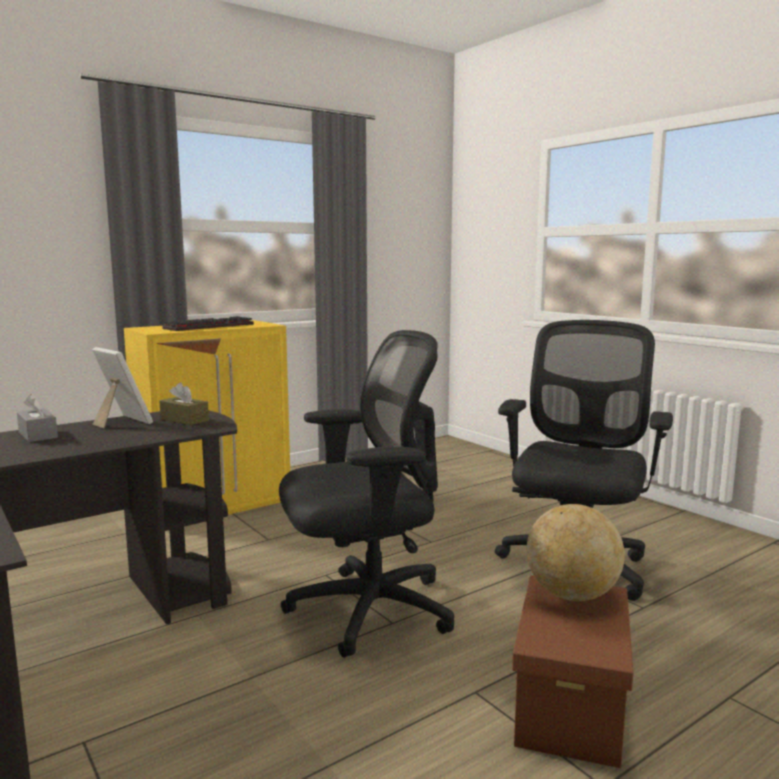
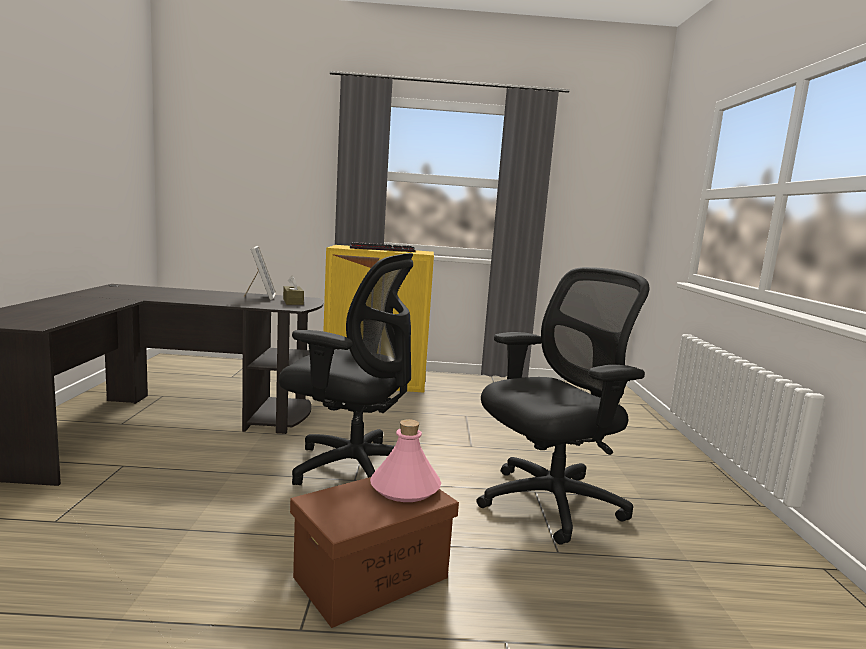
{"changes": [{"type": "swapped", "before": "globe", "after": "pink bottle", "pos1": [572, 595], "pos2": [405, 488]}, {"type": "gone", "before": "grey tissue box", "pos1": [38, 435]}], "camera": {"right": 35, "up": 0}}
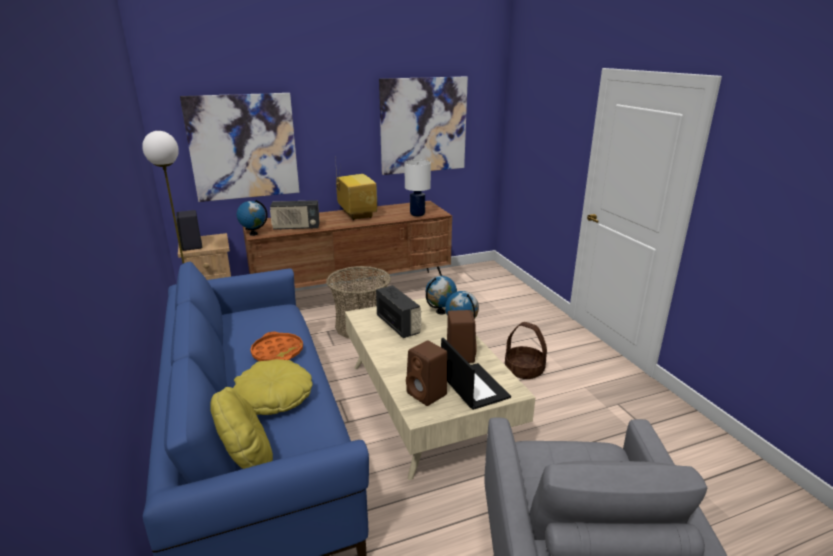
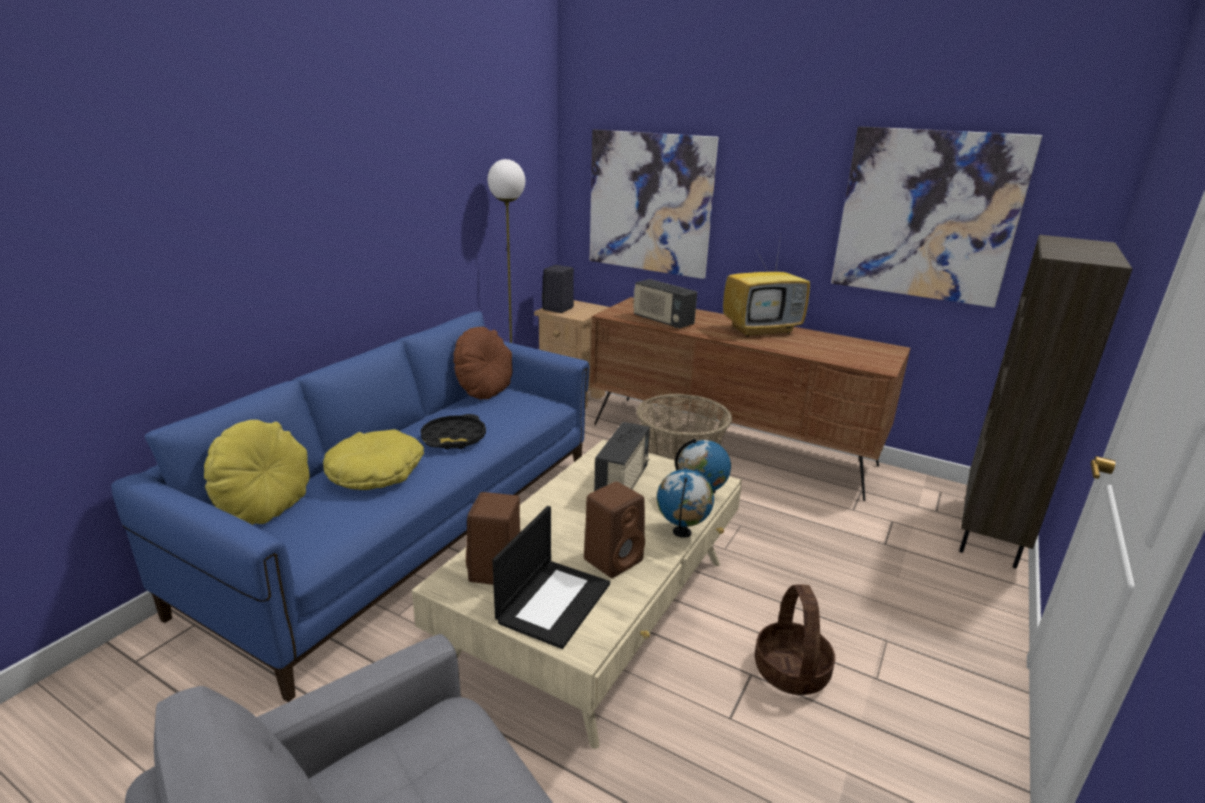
{"changes": [{"type": "repainted", "before": "orange tray", "after": "black tray", "pos1": [277, 352], "pos2": [454, 438]}, {"type": "new", "after": "brown pillow", "pos2": [485, 393]}, {"type": "rotated", "before": "television", "pos1": [356, 214], "pos2": [762, 330], "turn": 45}, {"type": "new", "after": "brown bookcase", "pos2": [991, 534]}, {"type": "gone", "before": "globe", "pos1": [253, 234]}, {"type": "gone", "before": "white table lamp", "pos1": [417, 215]}], "camera": {"right": 50, "up": 0}}
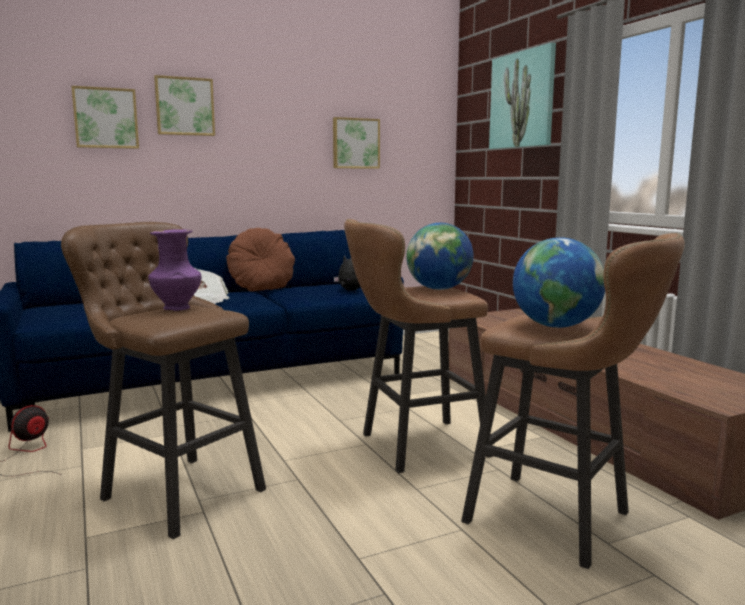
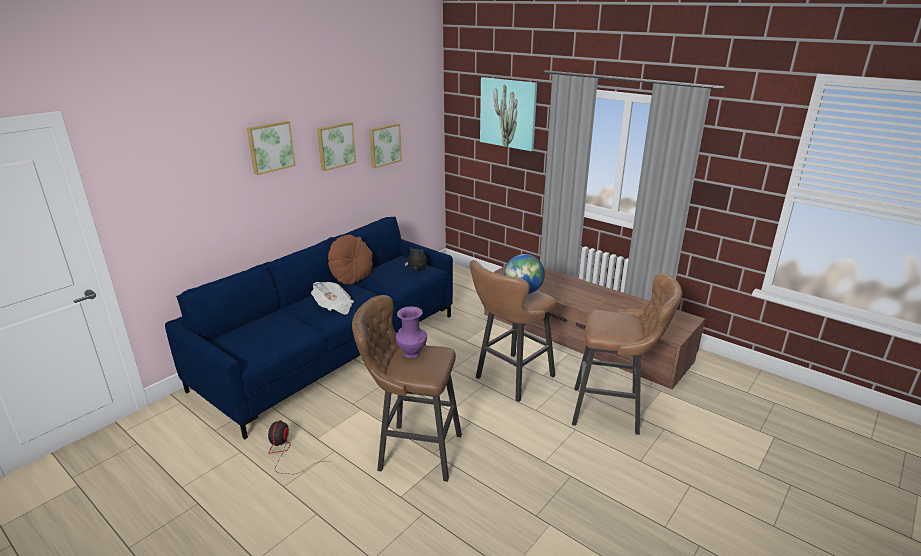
{"changes": [{"type": "shifted", "before": "picture", "pos1": [105, 118], "pos2": [335, 145]}, {"type": "gone", "before": "globe", "pos1": [555, 326]}], "camera": {"right": -25, "up": 15}}
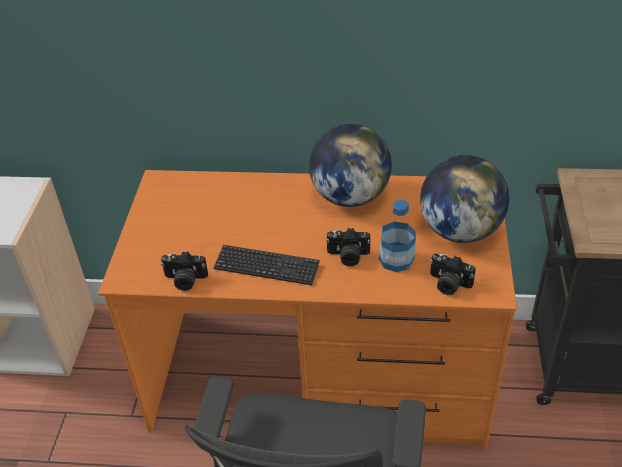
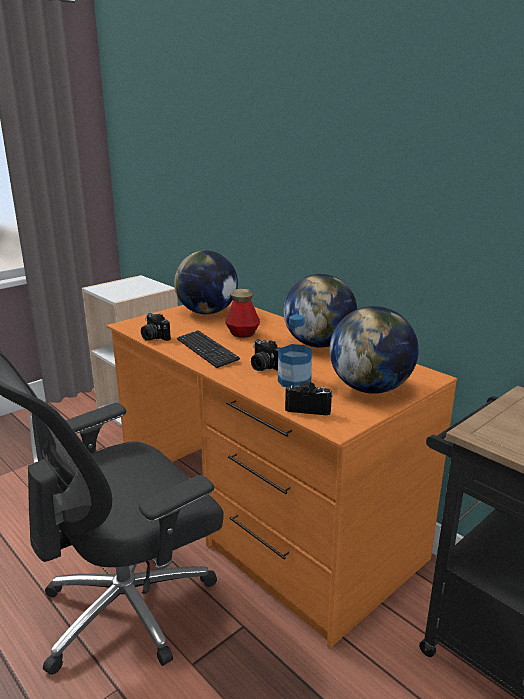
{"changes": [{"type": "new", "after": "globe", "pos2": [207, 312]}, {"type": "new", "after": "bottle", "pos2": [242, 334]}, {"type": "rotated", "before": "photo camera", "pos1": [448, 284], "pos2": [308, 408], "turn": 120}], "camera": {"right": 40, "up": -20}}
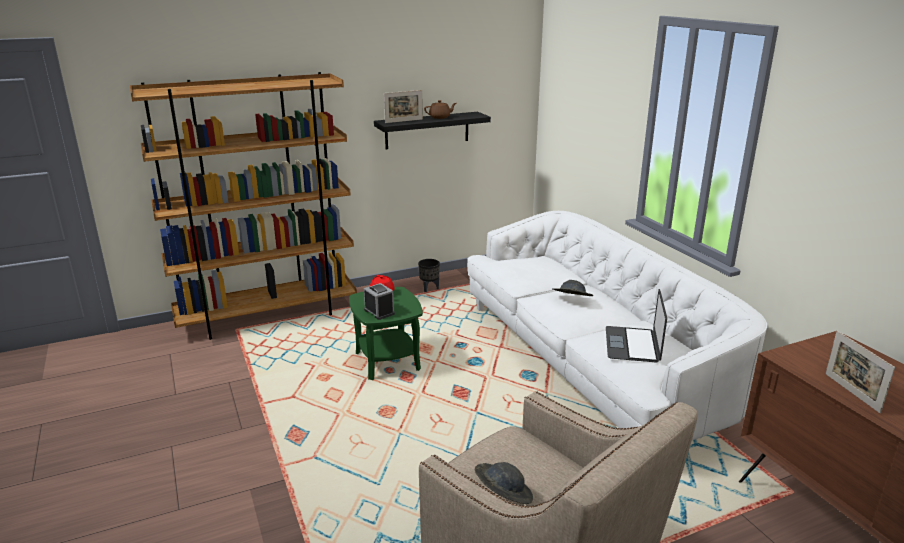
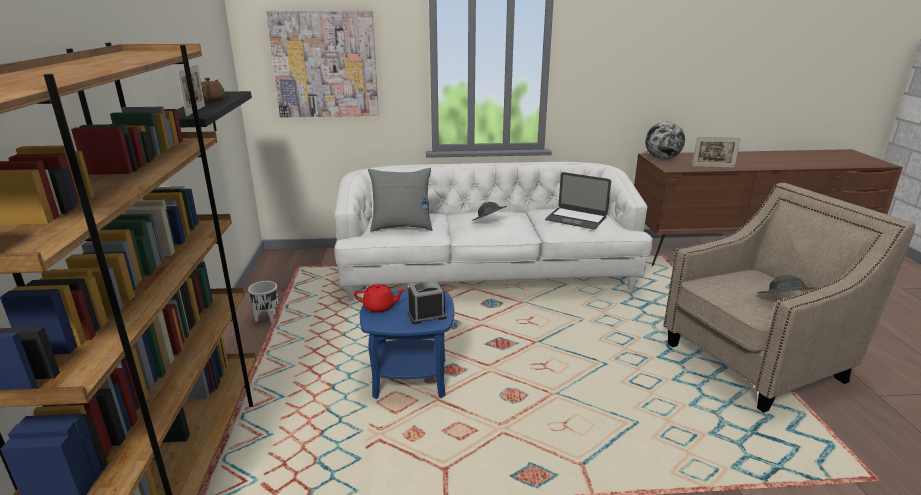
{"changes": [{"type": "repainted", "before": "black planter", "after": "white planter", "pos1": [429, 289], "pos2": [267, 319]}, {"type": "new", "after": "picture", "pos2": [325, 65]}, {"type": "repainted", "before": "green side table", "after": "blue side table", "pos1": [387, 361], "pos2": [410, 378]}, {"type": "new", "after": "grey pillow", "pos2": [401, 228]}, {"type": "new", "after": "globe", "pos2": [662, 159]}], "camera": {"right": -70, "up": 0}}
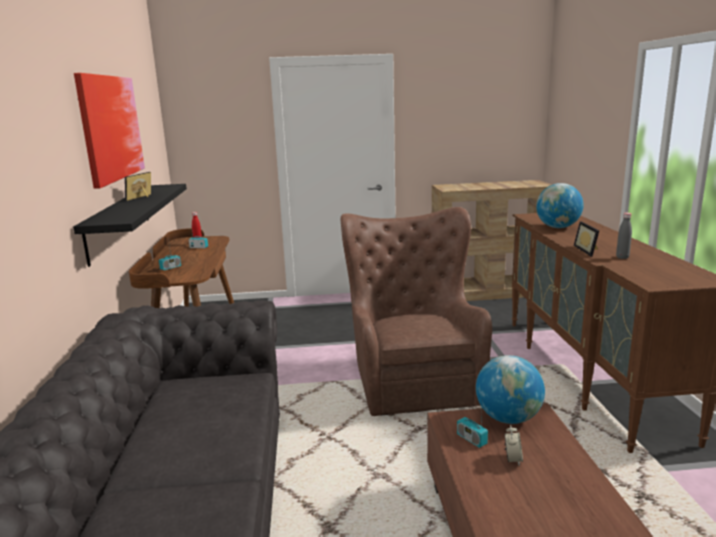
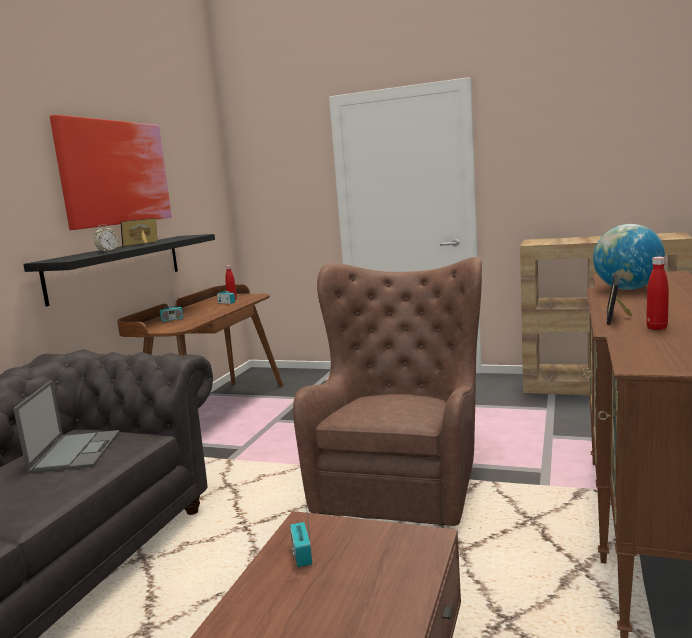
{"changes": [{"type": "new", "after": "laptop", "pos2": [76, 451]}, {"type": "shifted", "before": "alarm clock", "pos1": [513, 459], "pos2": [108, 251]}, {"type": "repainted", "before": "grey bottle", "after": "red bottle", "pos1": [622, 257], "pos2": [656, 328]}, {"type": "gone", "before": "globe", "pos1": [508, 418]}], "camera": {"right": 25, "up": -5}}
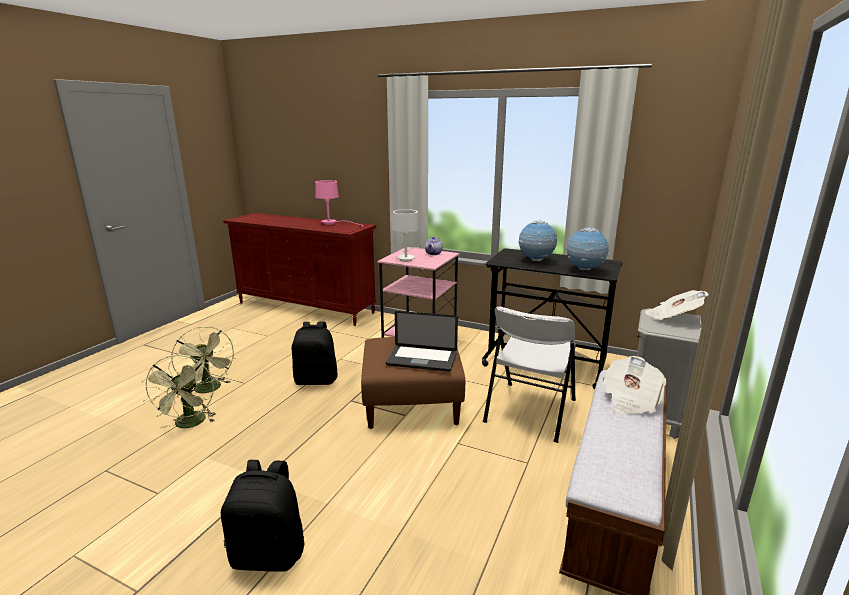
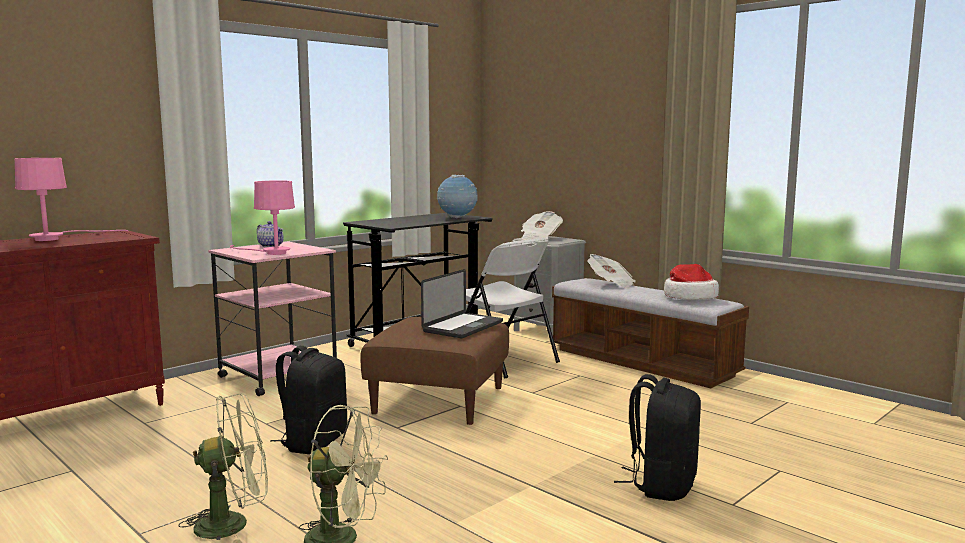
{"changes": [{"type": "repainted", "before": "white table lamp", "after": "pink table lamp", "pos1": [406, 258], "pos2": [269, 253]}, {"type": "new", "after": "hat", "pos2": [689, 297]}, {"type": "gone", "before": "globe", "pos1": [536, 260]}], "camera": {"right": -70, "up": -10}}
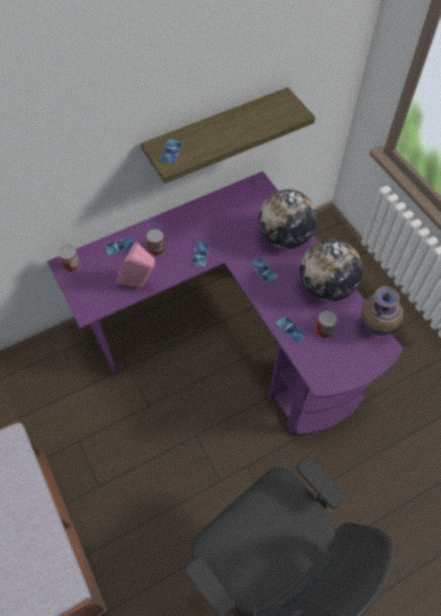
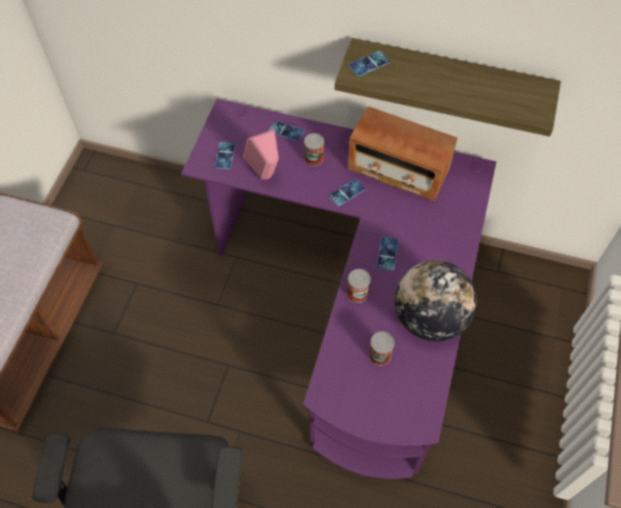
{"changes": [{"type": "shifted", "before": "phone", "pos1": [291, 329], "pos2": [225, 155]}, {"type": "shifted", "before": "can", "pos1": [72, 265], "pos2": [357, 293]}, {"type": "new", "after": "radio", "pos2": [398, 170]}, {"type": "gone", "before": "globe", "pos1": [285, 237]}, {"type": "gone", "before": "vase", "pos1": [374, 328]}], "camera": {"right": 45, "up": 0}}
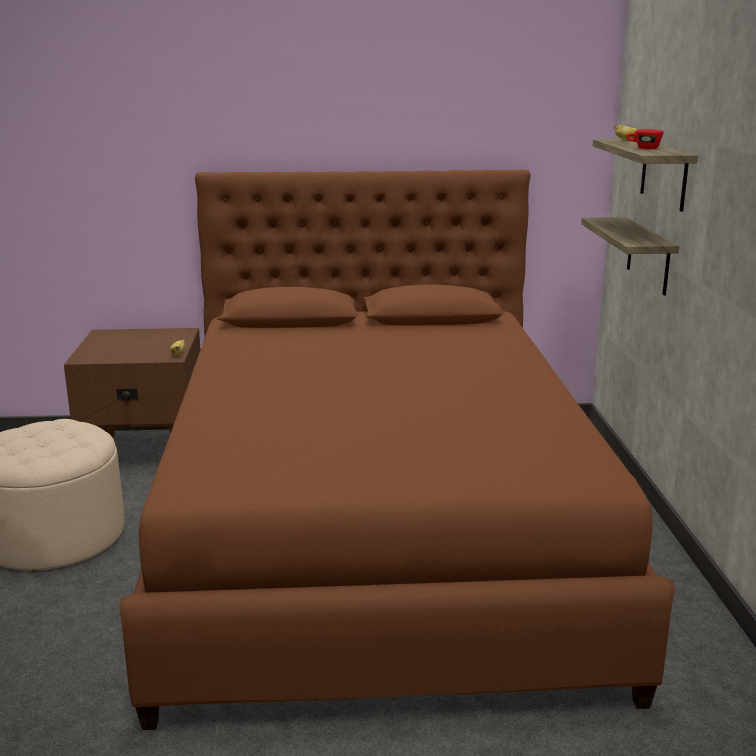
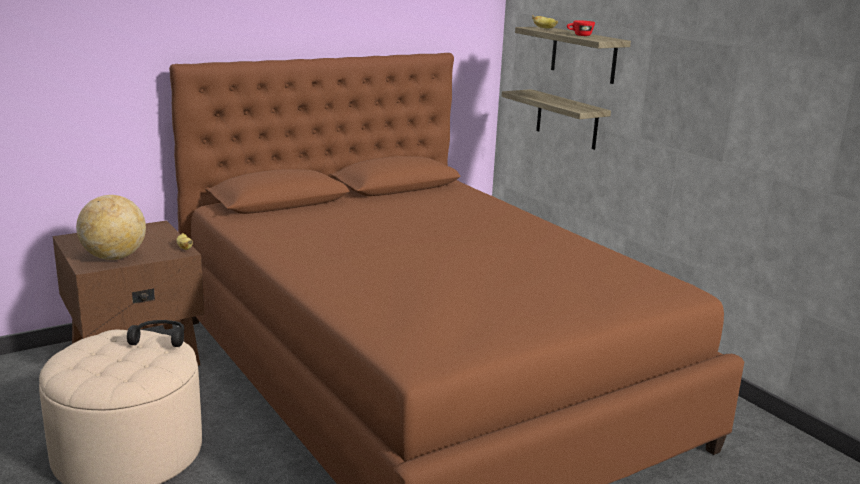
{"changes": [{"type": "new", "after": "globe", "pos2": [114, 257]}, {"type": "new", "after": "black headphones", "pos2": [159, 339]}], "camera": {"right": -30, "up": 0}}
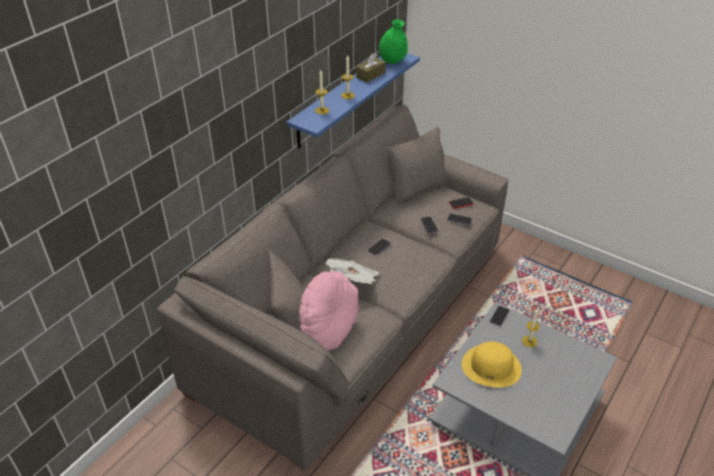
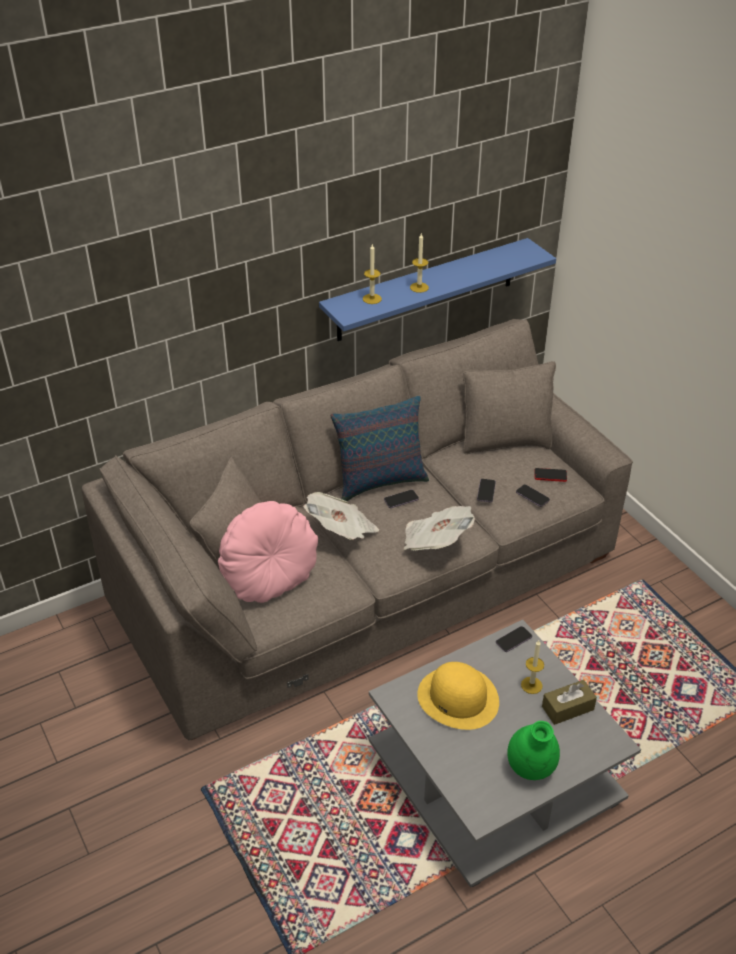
{"changes": [{"type": "new", "after": "blue pillow", "pos2": [381, 483]}, {"type": "new", "after": "newspaper", "pos2": [435, 541]}, {"type": "shifted", "before": "green vase", "pos1": [392, 61], "pos2": [530, 768]}, {"type": "shifted", "before": "brown tissue box", "pos1": [370, 75], "pos2": [567, 708]}], "camera": {"right": 25, "up": 0}}
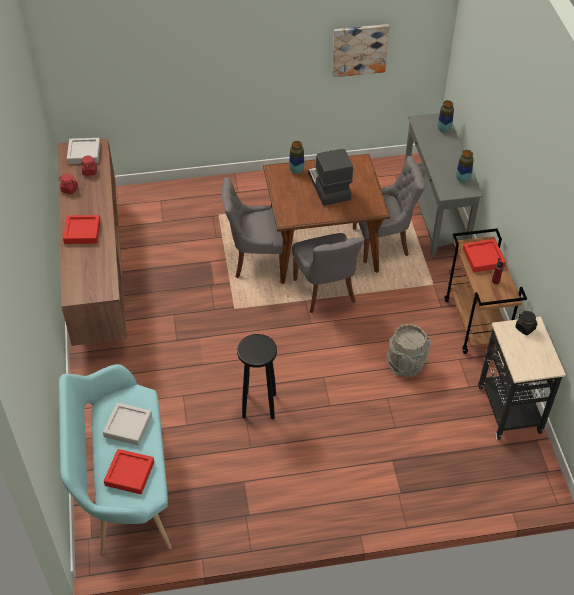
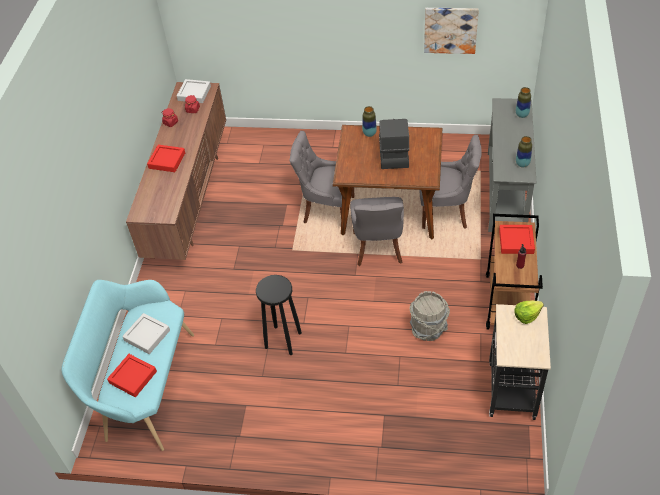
{"changes": [{"type": "swapped", "before": "black jar", "after": "lettuce", "pos1": [525, 328], "pos2": [527, 315]}], "camera": {"right": 20, "up": 0}}
